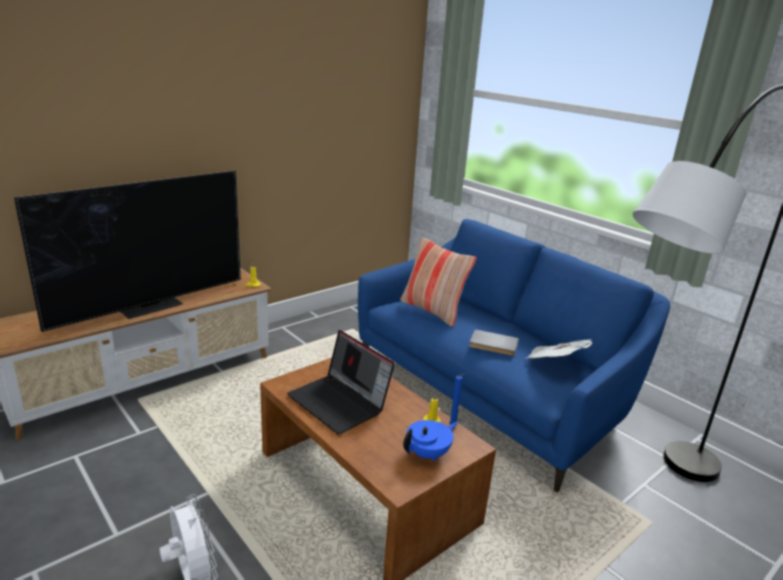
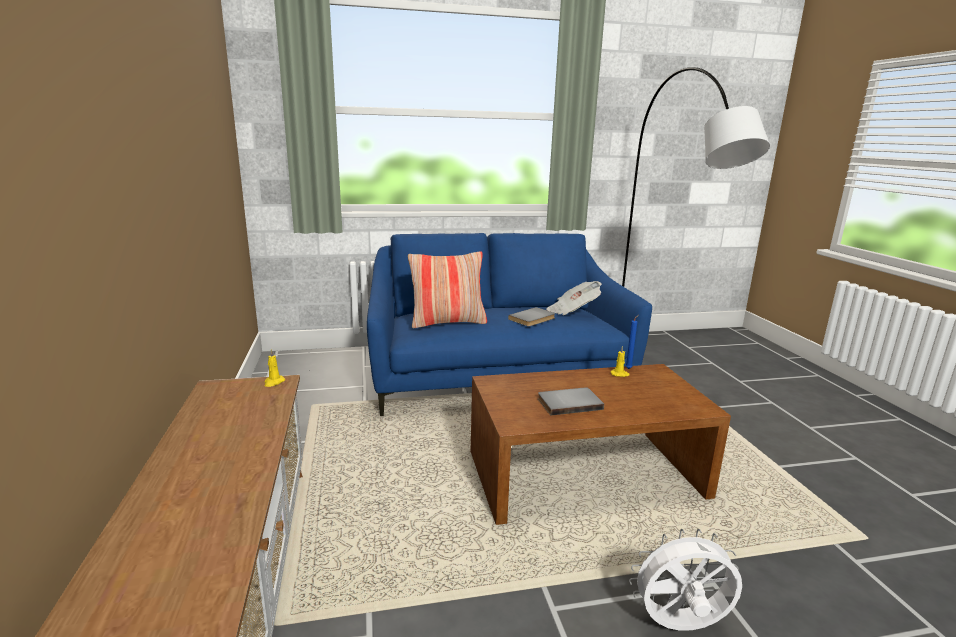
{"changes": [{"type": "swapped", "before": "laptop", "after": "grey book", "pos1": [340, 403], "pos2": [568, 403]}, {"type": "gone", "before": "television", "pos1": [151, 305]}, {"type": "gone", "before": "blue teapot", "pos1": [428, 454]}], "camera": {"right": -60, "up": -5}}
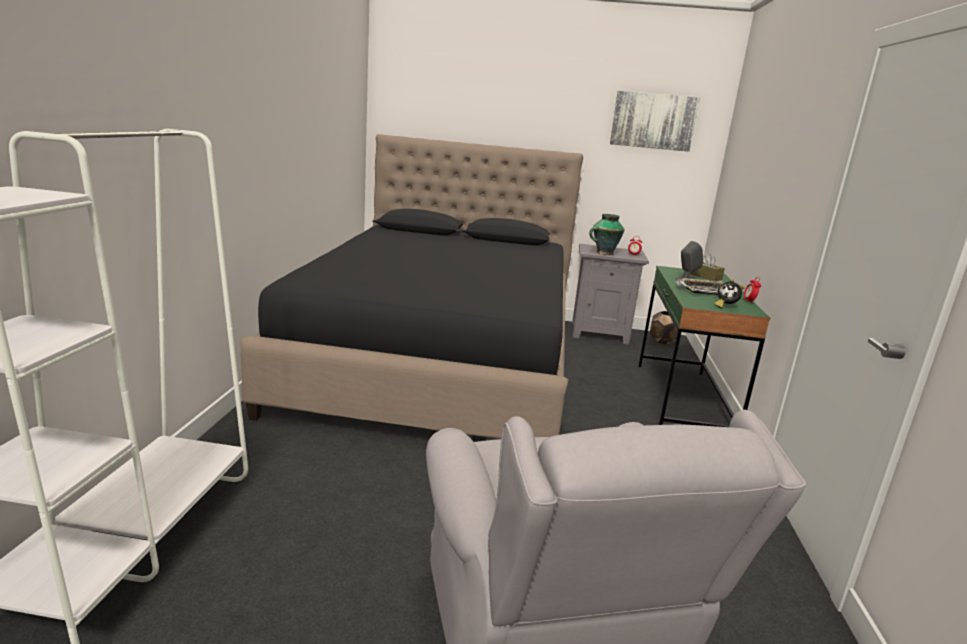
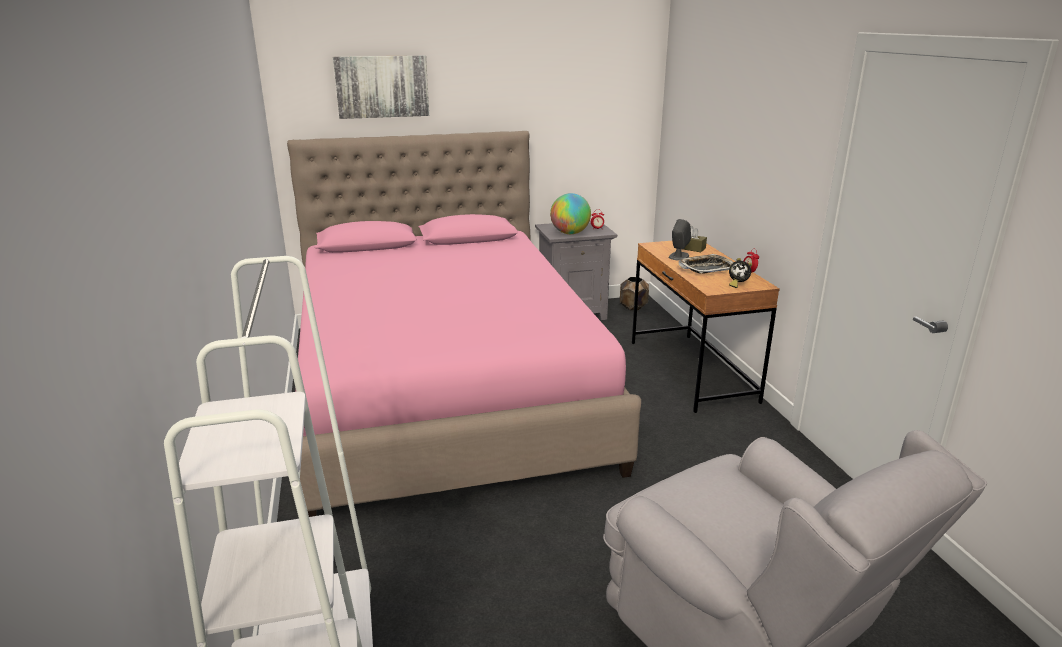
{"changes": [{"type": "repainted", "before": "black bed", "after": "pink bed", "pos1": [440, 358], "pos2": [445, 389]}, {"type": "shifted", "before": "picture", "pos1": [653, 121], "pos2": [382, 86]}, {"type": "swapped", "before": "vase", "after": "globe", "pos1": [604, 253], "pos2": [570, 233]}, {"type": "repainted", "before": "green desk", "after": "brown desk", "pos1": [682, 400], "pos2": [691, 371]}], "camera": {"right": -20, "up": 5}}
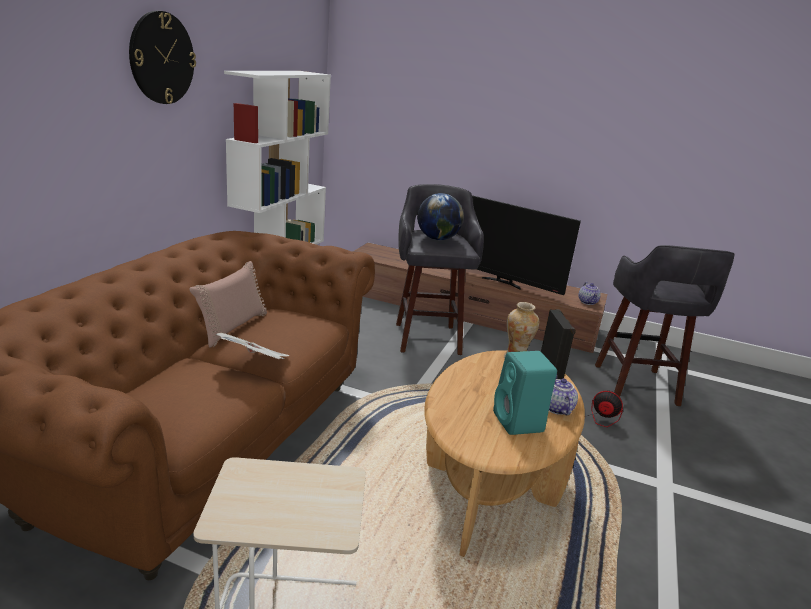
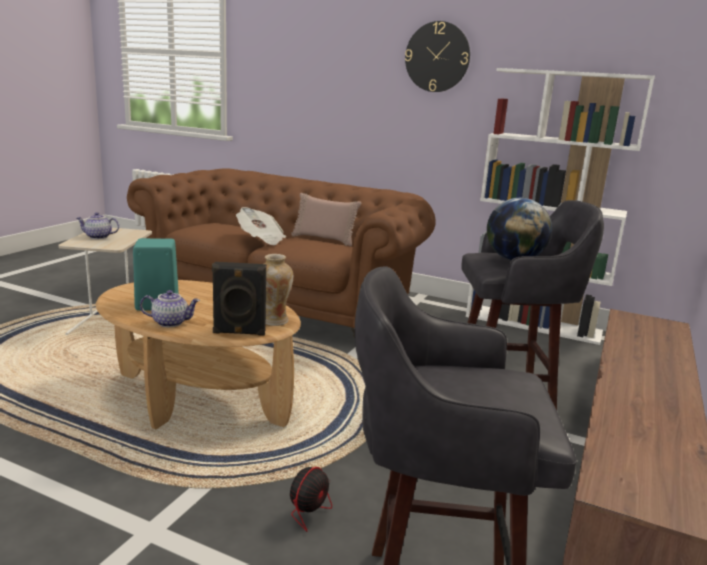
{"changes": [{"type": "shifted", "before": "teapot", "pos1": [588, 302], "pos2": [98, 237]}, {"type": "gone", "before": "television", "pos1": [503, 282]}], "camera": {"right": 95, "up": -5}}
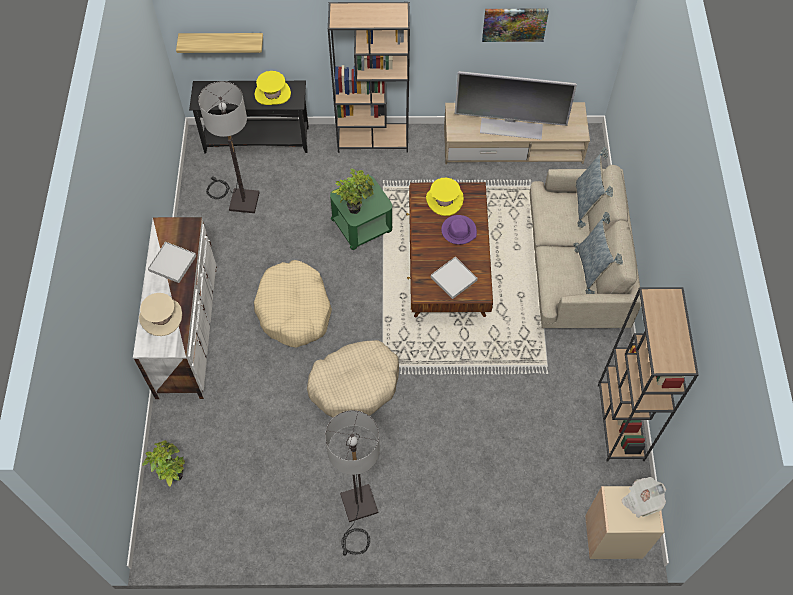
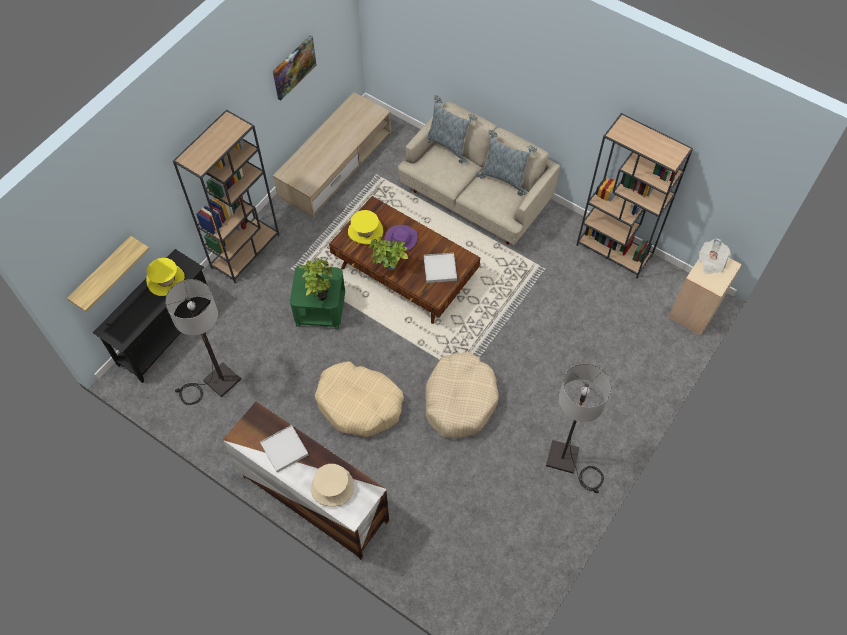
{"changes": [{"type": "shifted", "before": "potted plant", "pos1": [173, 475], "pos2": [388, 268]}, {"type": "gone", "before": "television", "pos1": [511, 127]}], "camera": {"right": -55, "up": 0}}
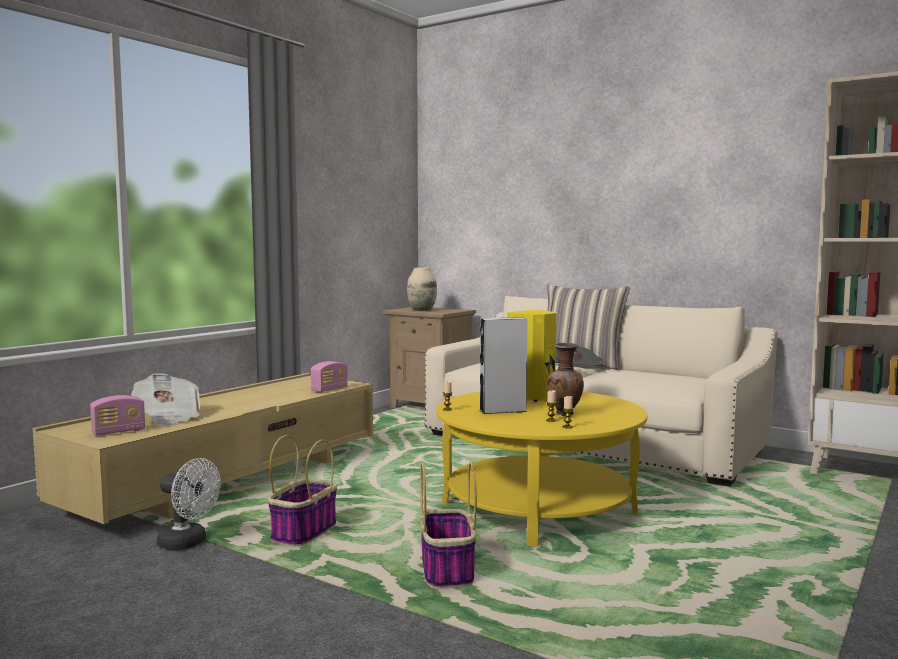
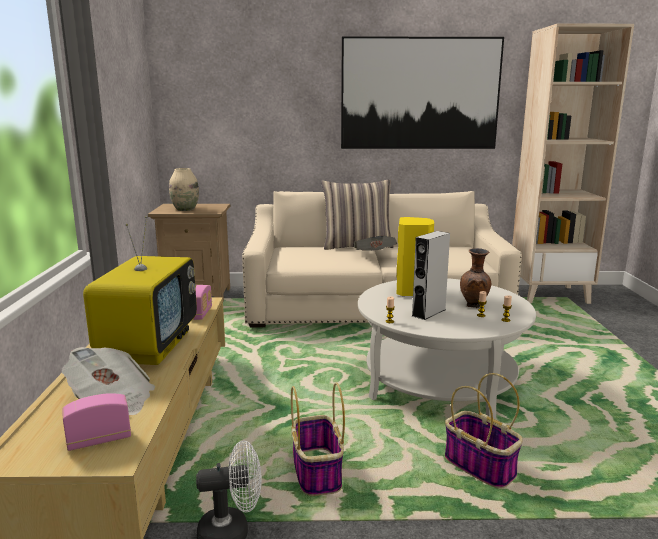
{"changes": [{"type": "rotated", "before": "radio", "pos1": [118, 432], "pos2": [99, 440], "turn": -135}, {"type": "new", "after": "television", "pos2": [149, 346]}, {"type": "new", "after": "picture", "pos2": [420, 94]}, {"type": "repainted", "before": "yellow coffee table", "after": "white coffee table", "pos1": [538, 509], "pos2": [439, 382]}], "camera": {"right": -35, "up": 10}}
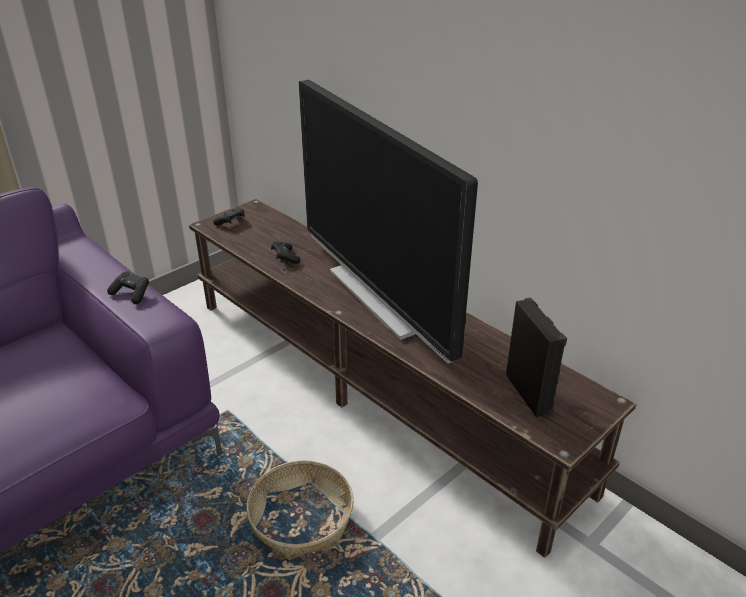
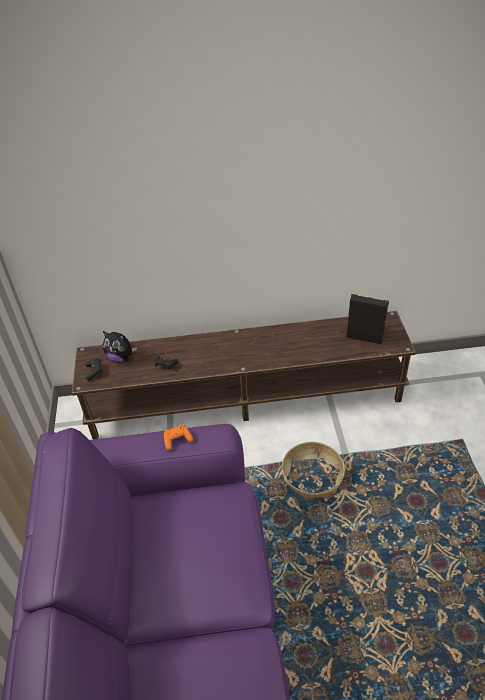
{"changes": [{"type": "new", "after": "plush toy", "pos2": [121, 357]}, {"type": "repainted", "before": "black game controller", "after": "orange game controller", "pos1": [131, 294], "pos2": [177, 440]}, {"type": "gone", "before": "television", "pos1": [381, 297]}], "camera": {"right": -50, "up": 10}}
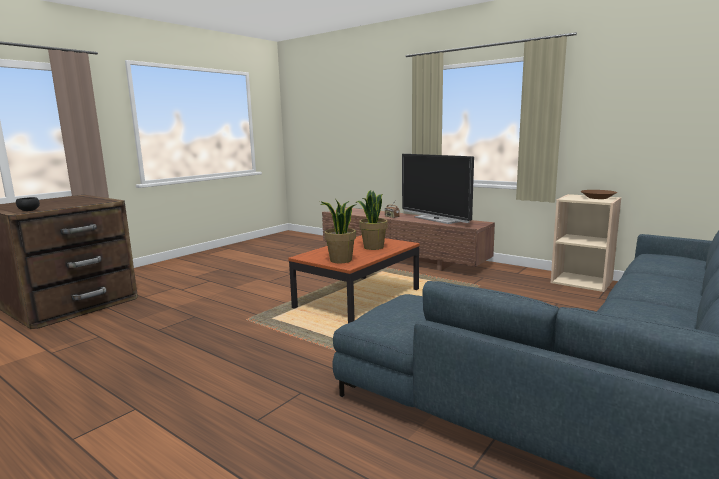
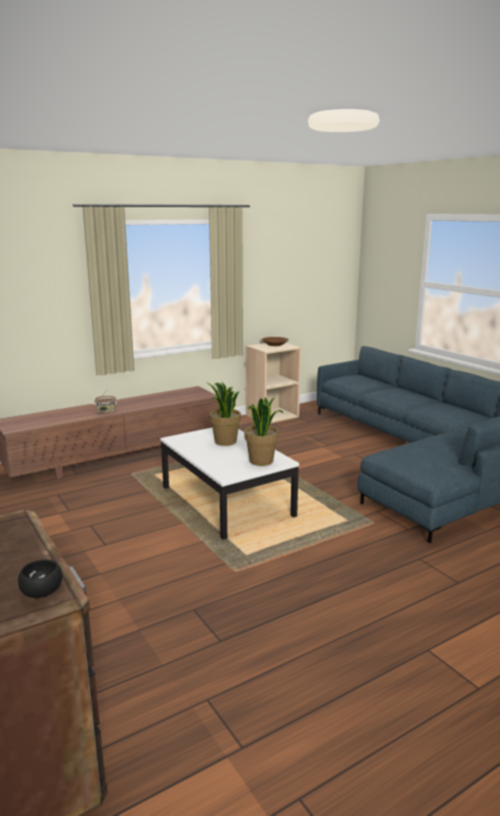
{"changes": [{"type": "repainted", "before": "brown coffee table", "after": "white coffee table", "pos1": [358, 298], "pos2": [227, 501]}, {"type": "gone", "before": "television", "pos1": [436, 219]}], "camera": {"right": -70, "up": 5}}
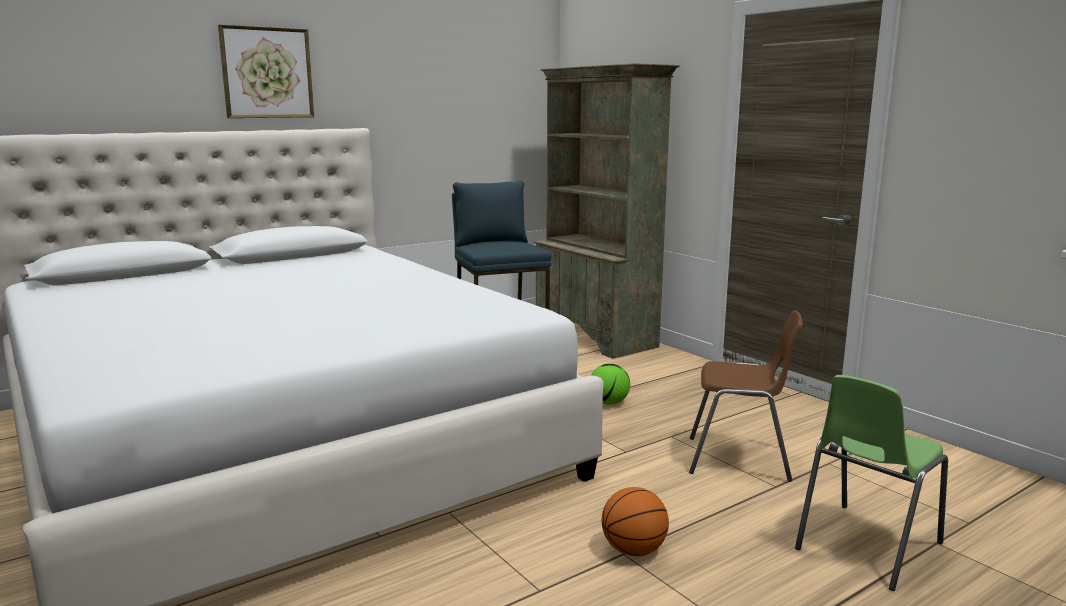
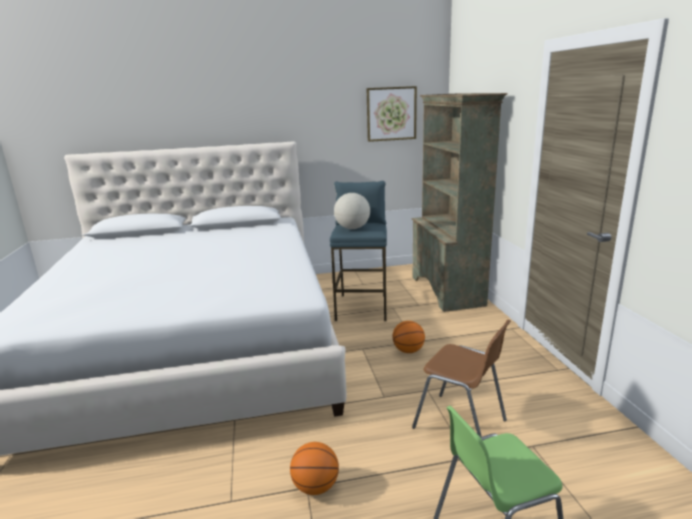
{"changes": [{"type": "new", "after": "globe", "pos2": [352, 228]}, {"type": "shifted", "before": "picture", "pos1": [267, 73], "pos2": [391, 114]}, {"type": "swapped", "before": "football", "after": "basketball", "pos1": [609, 403], "pos2": [408, 350]}], "camera": {"right": 25, "up": 5}}
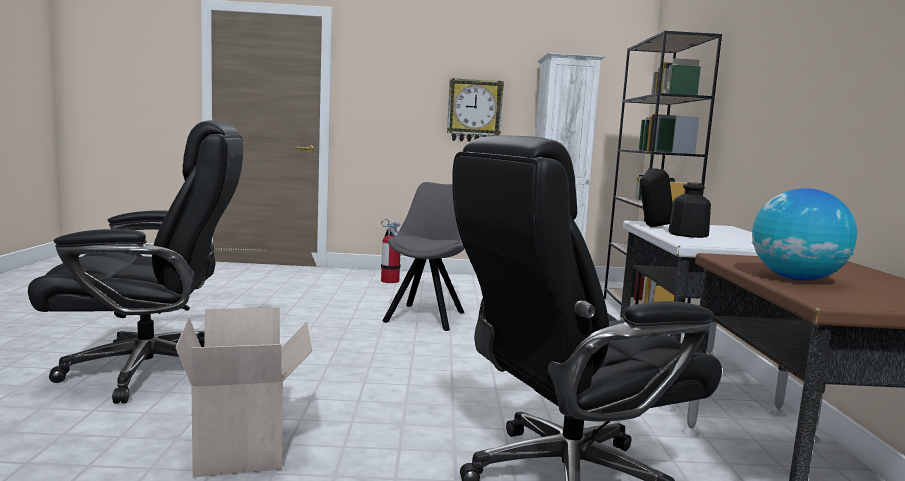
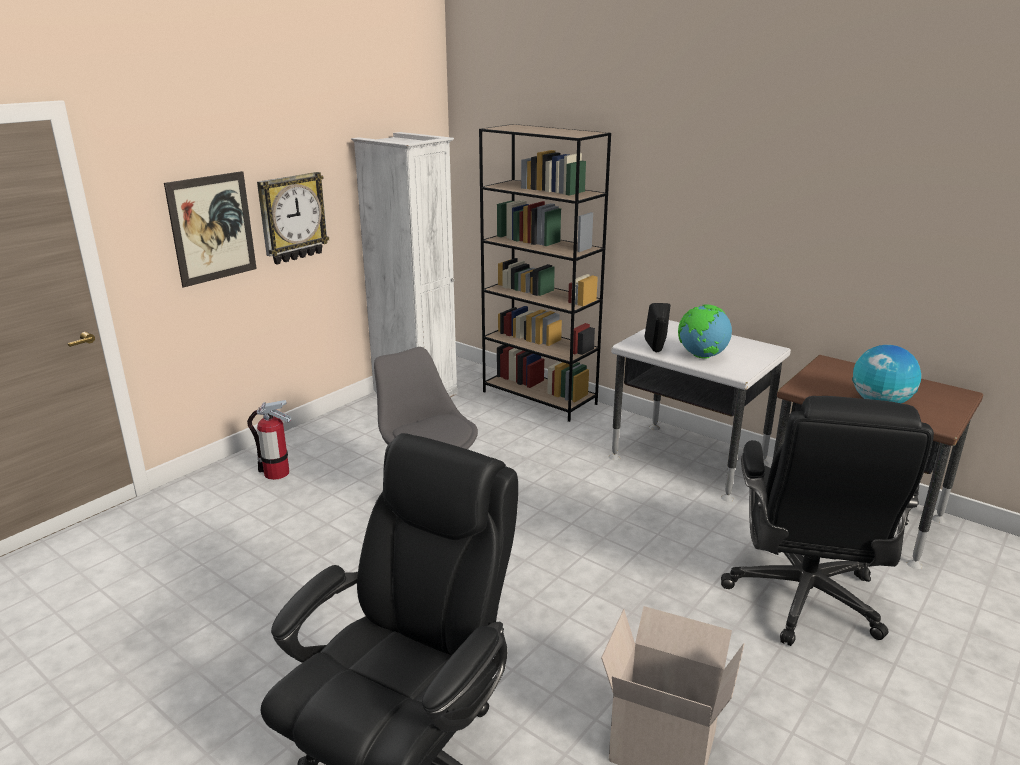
{"changes": [{"type": "new", "after": "picture", "pos2": [212, 228]}, {"type": "swapped", "before": "bottle", "after": "globe", "pos1": [687, 234], "pos2": [701, 356]}], "camera": {"right": -50, "up": 15}}
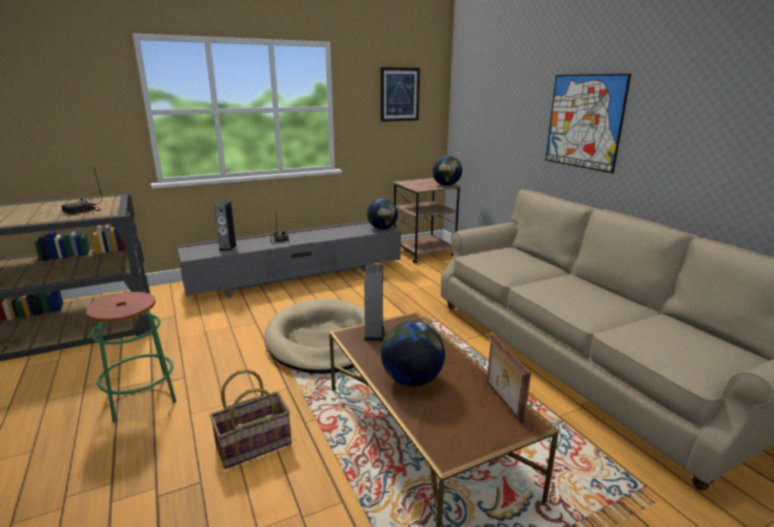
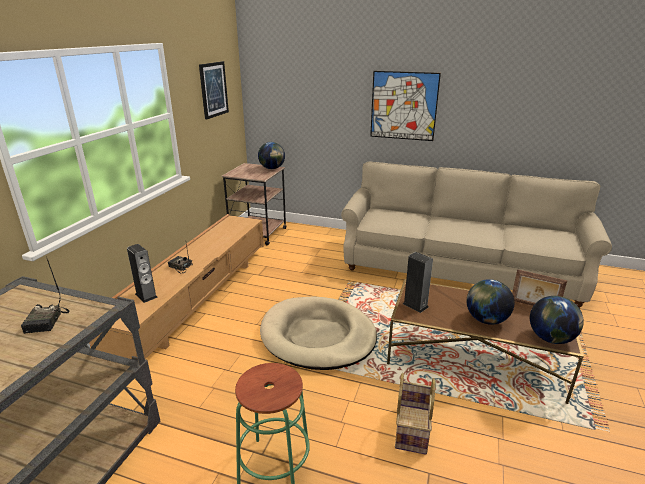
{"changes": [{"type": "repainted", "before": "grey tv stand", "after": "brown tv stand", "pos1": [297, 277], "pos2": [195, 298]}, {"type": "shifted", "before": "globe", "pos1": [382, 228], "pos2": [551, 338]}], "camera": {"right": -45, "up": 5}}
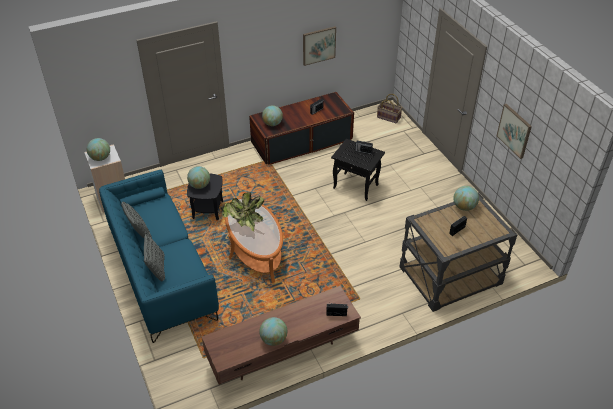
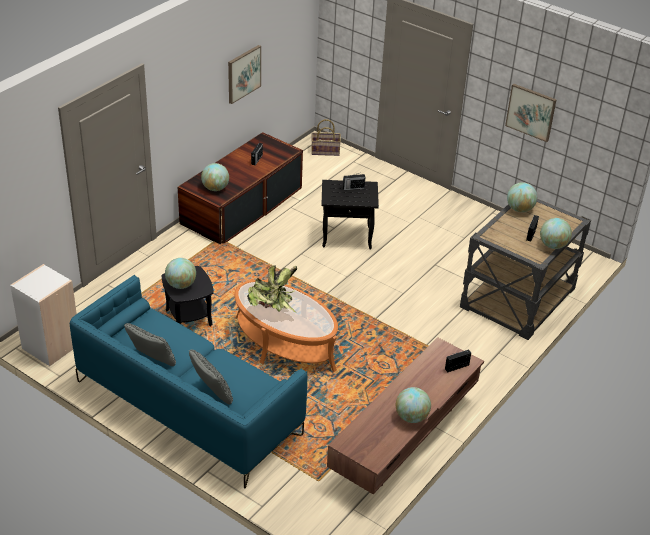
{"changes": [{"type": "shifted", "before": "globe", "pos1": [100, 158], "pos2": [553, 245]}], "camera": {"right": -30, "up": -5}}
